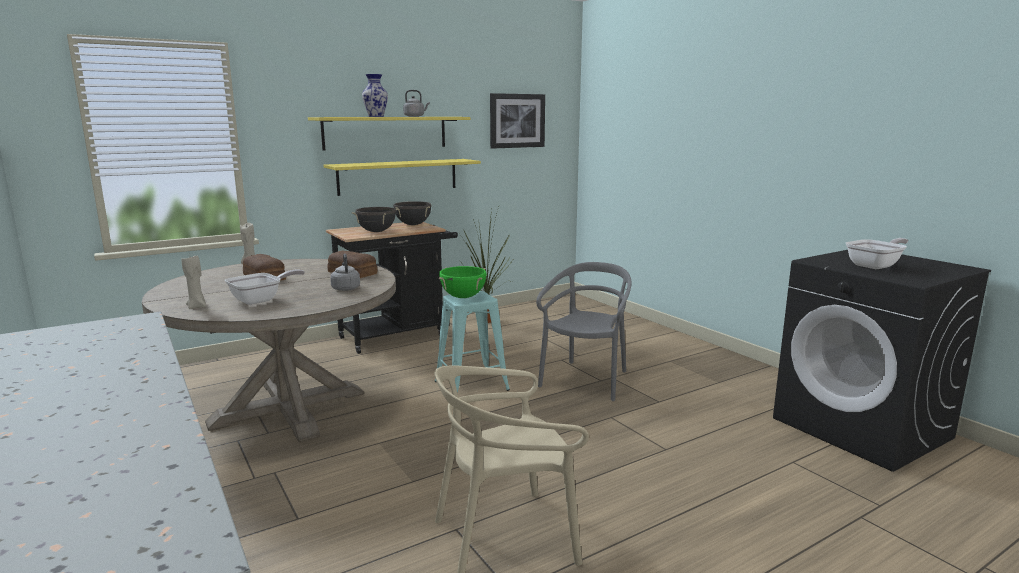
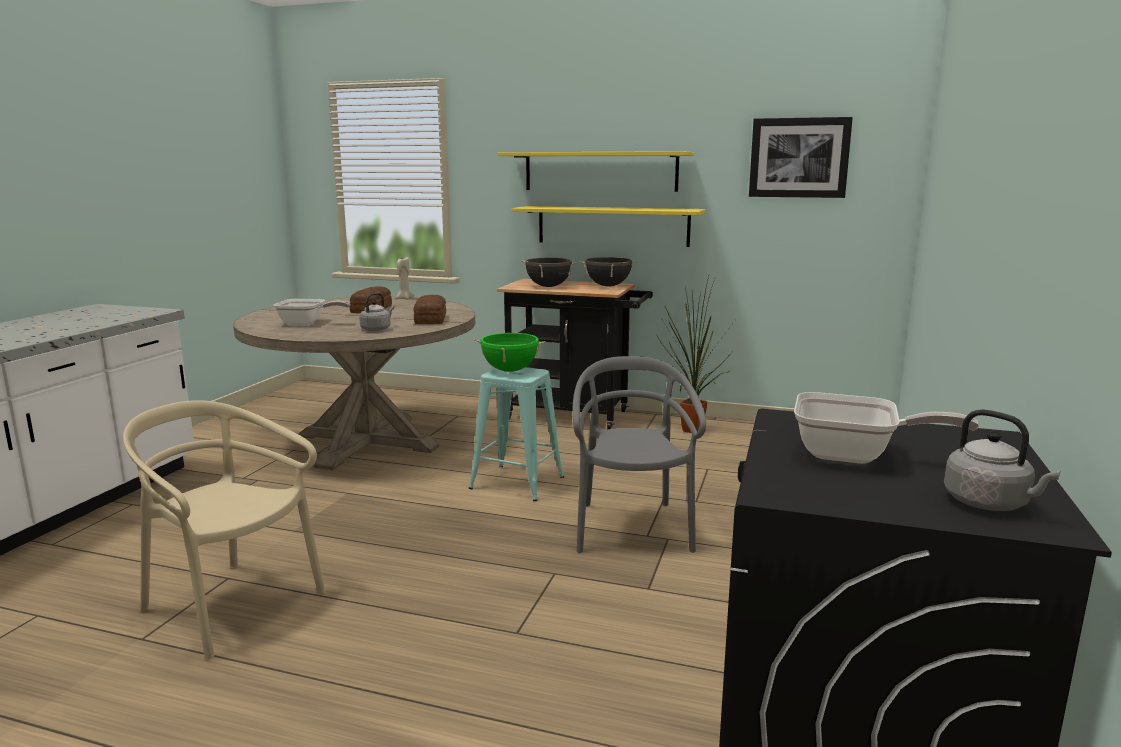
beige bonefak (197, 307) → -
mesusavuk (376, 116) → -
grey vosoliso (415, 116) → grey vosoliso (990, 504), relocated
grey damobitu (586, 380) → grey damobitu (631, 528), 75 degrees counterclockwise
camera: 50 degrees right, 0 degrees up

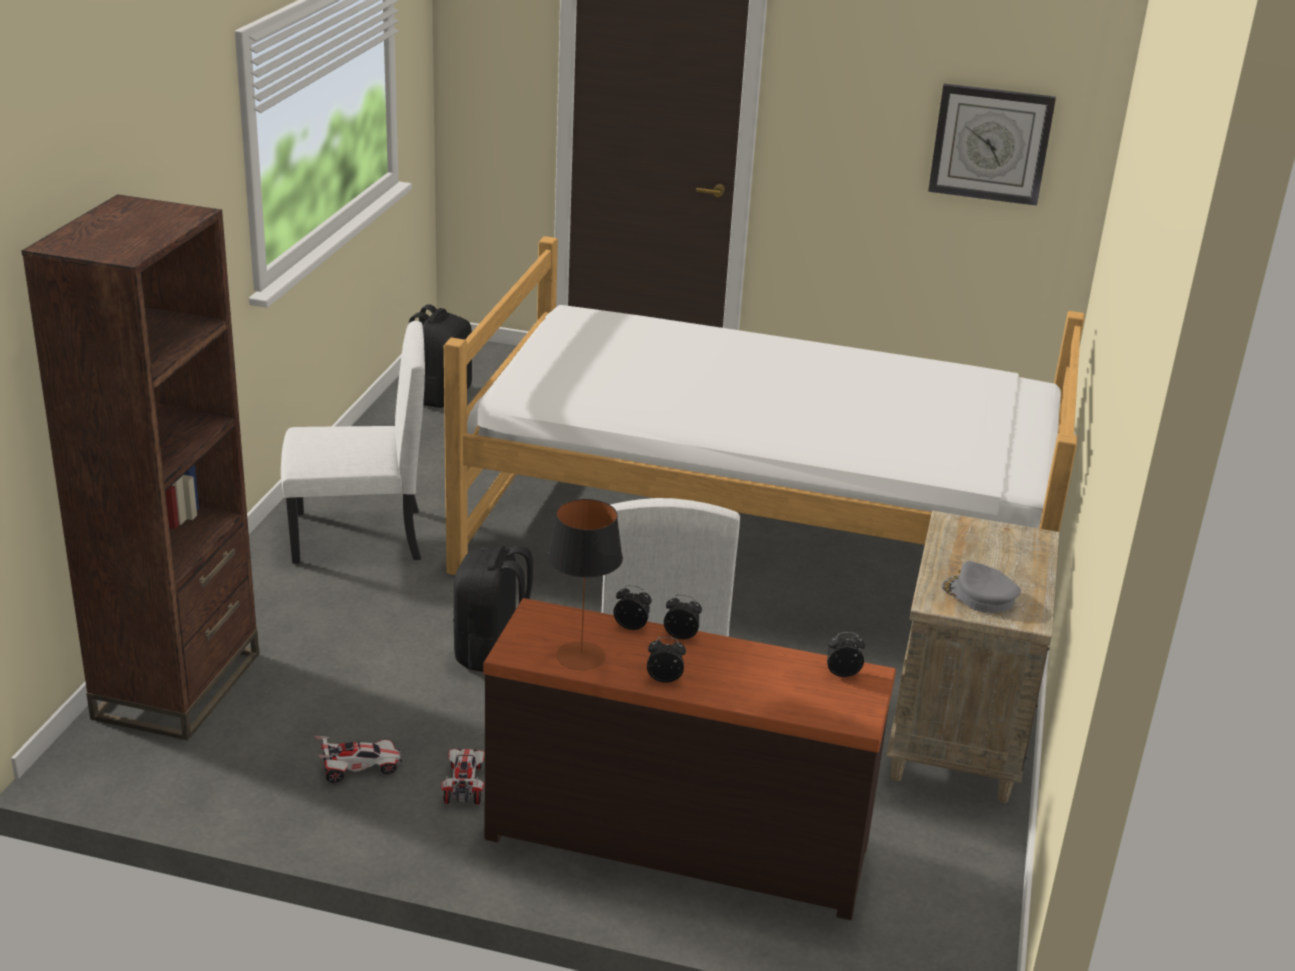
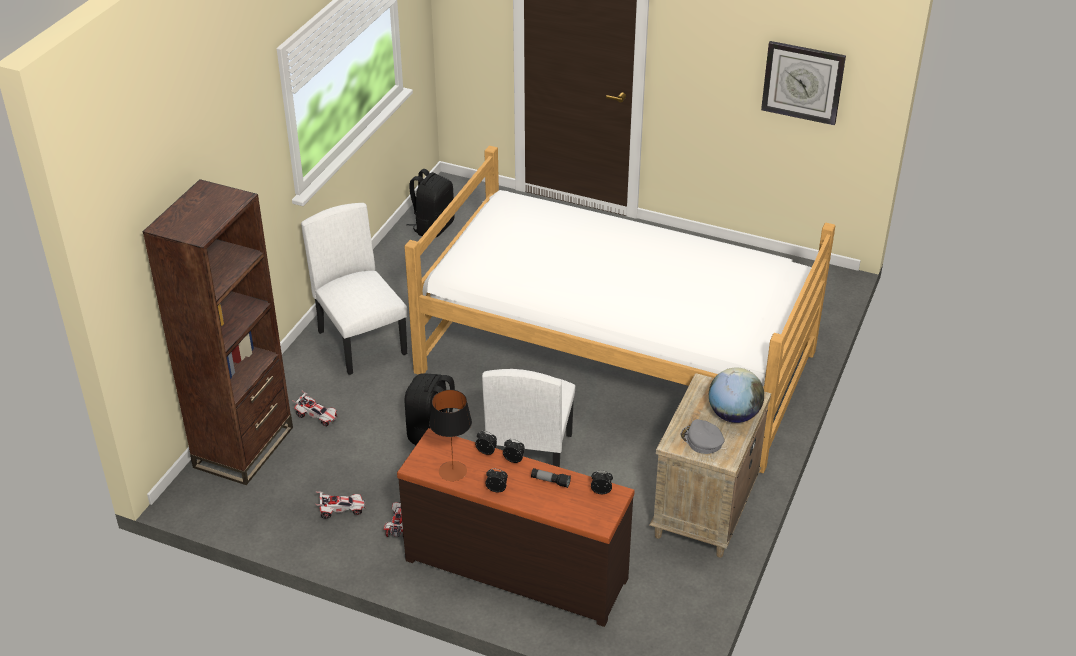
white damobitu (357, 536) → white damobitu (362, 342), 120 degrees counterclockwise
- → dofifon (317, 416)
- → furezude (550, 481)
- → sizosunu (733, 415)
camera: 10 degrees right, 10 degrees up

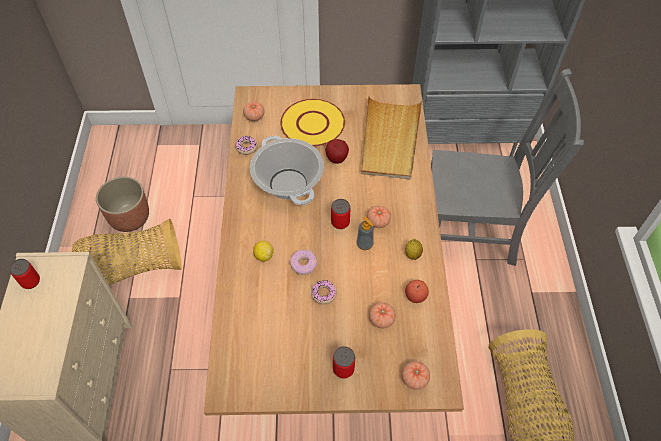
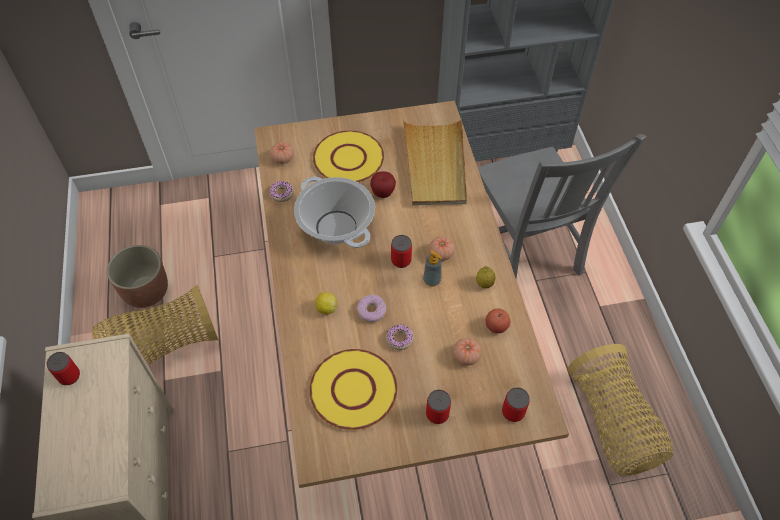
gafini (414, 379) → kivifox (513, 412)
grey damobitu (472, 231) → grey damobitu (526, 251), 75 degrees clockwise
- → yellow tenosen (352, 390)
camera: 10 degrees left, 0 degrees up

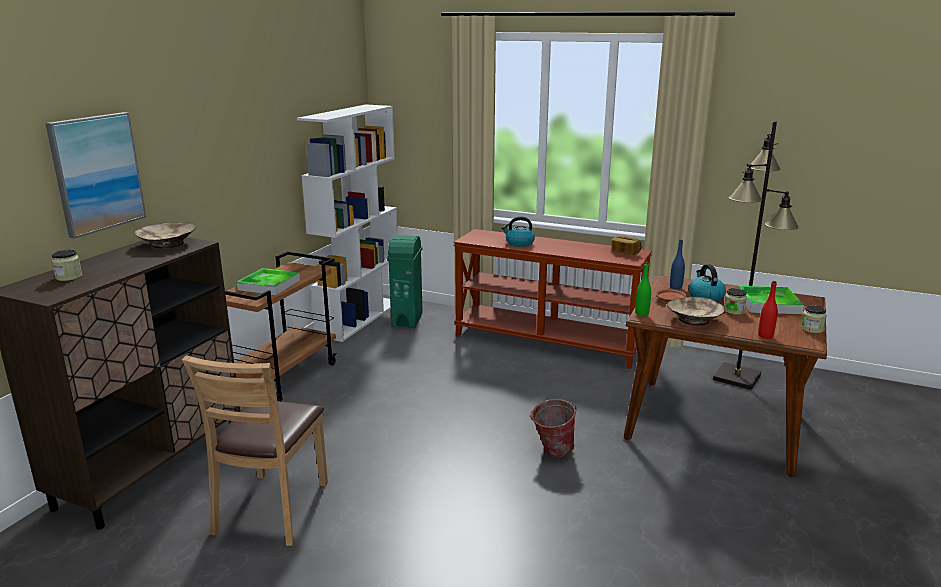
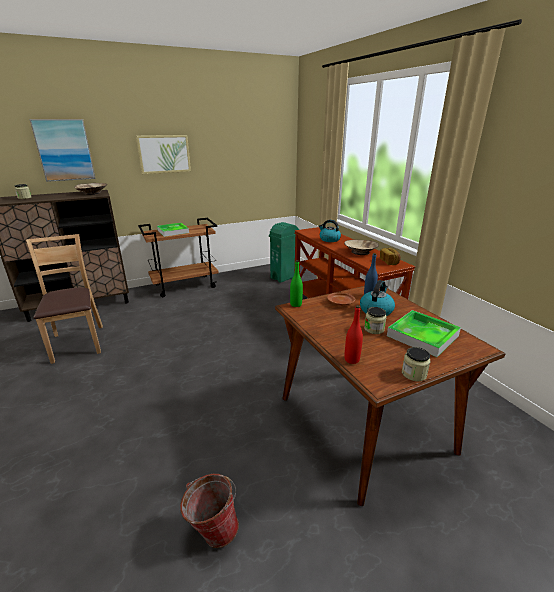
brown damobitu (272, 509) → brown damobitu (78, 343), 105 degrees clockwise
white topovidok (359, 318) → -
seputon (551, 451) → seputon (212, 529), relocated
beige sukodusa (694, 319) → beige sukodusa (360, 252), relocated
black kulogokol (737, 377) → -
- → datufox (164, 154)
camera: 40 degrees right, 5 degrees up

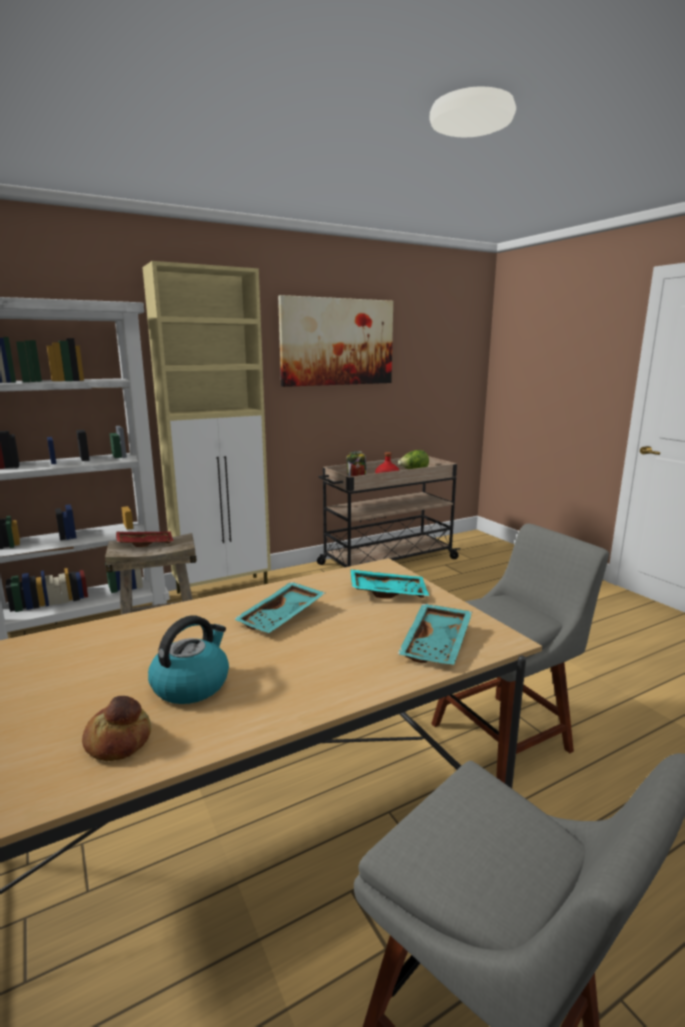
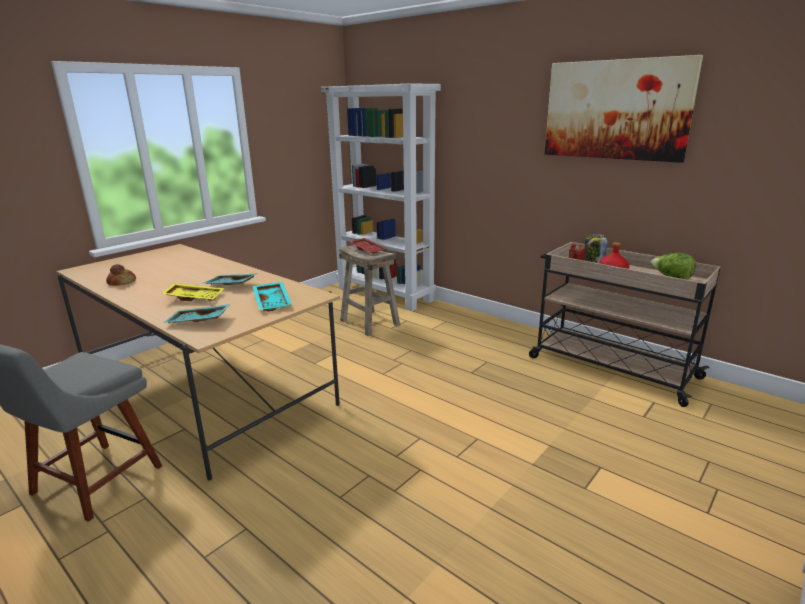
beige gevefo (224, 590) → -
vosoliso (191, 684) → -
grey damobitu (505, 734) → -
- → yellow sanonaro (195, 298)
camera: 70 degrees right, 5 degrees up

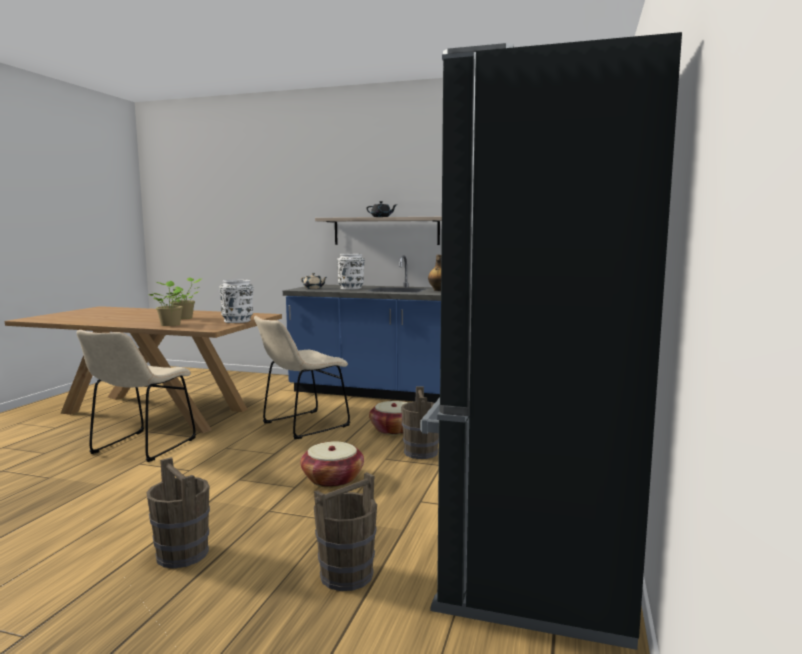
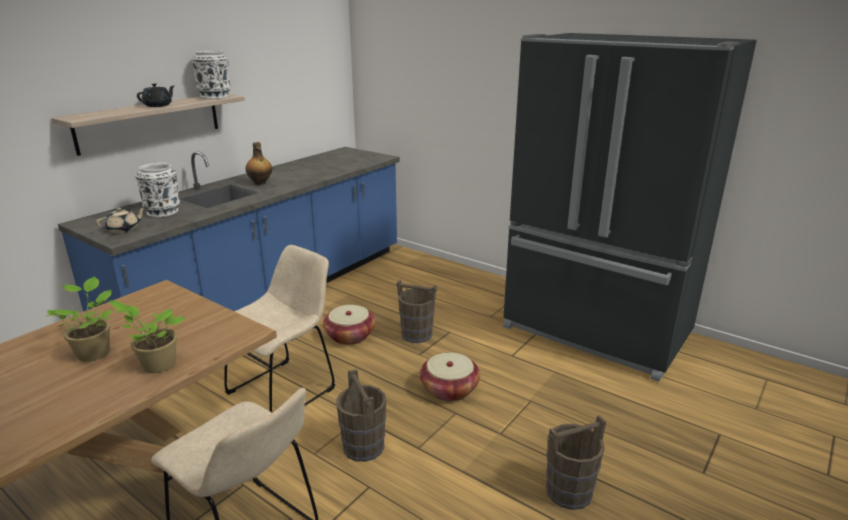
white mesusavuk (238, 321) → white mesusavuk (215, 96), relocated
beige damobitu (302, 426) → beige damobitu (286, 388), 120 degrees counterclockwise
brown seputon (346, 575) → brown seputon (363, 447), relocated
camera: 70 degrees left, 15 degrees up

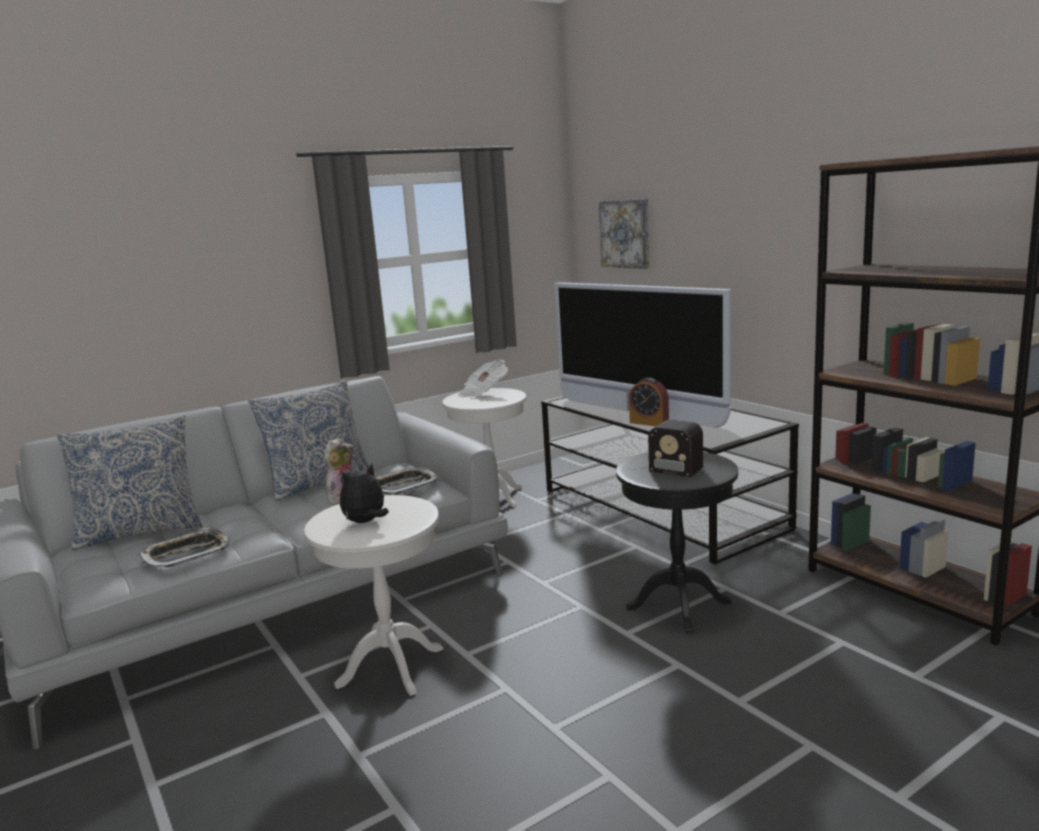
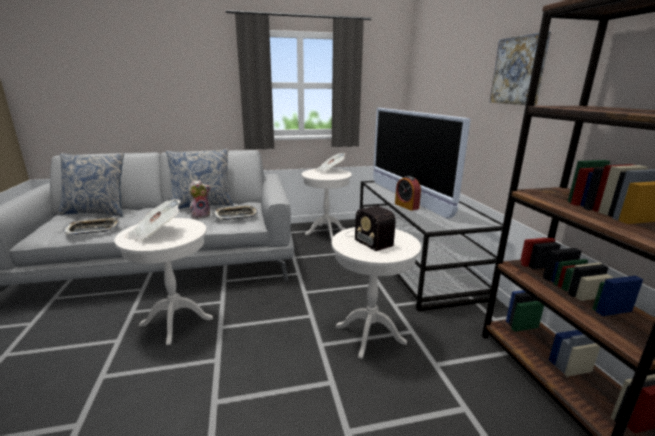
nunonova (366, 522) → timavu (155, 233)
datufox (625, 233) → datufox (519, 71), relocated
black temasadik (678, 605) → white temasadik (370, 334)
camera: 20 degrees right, 5 degrees up

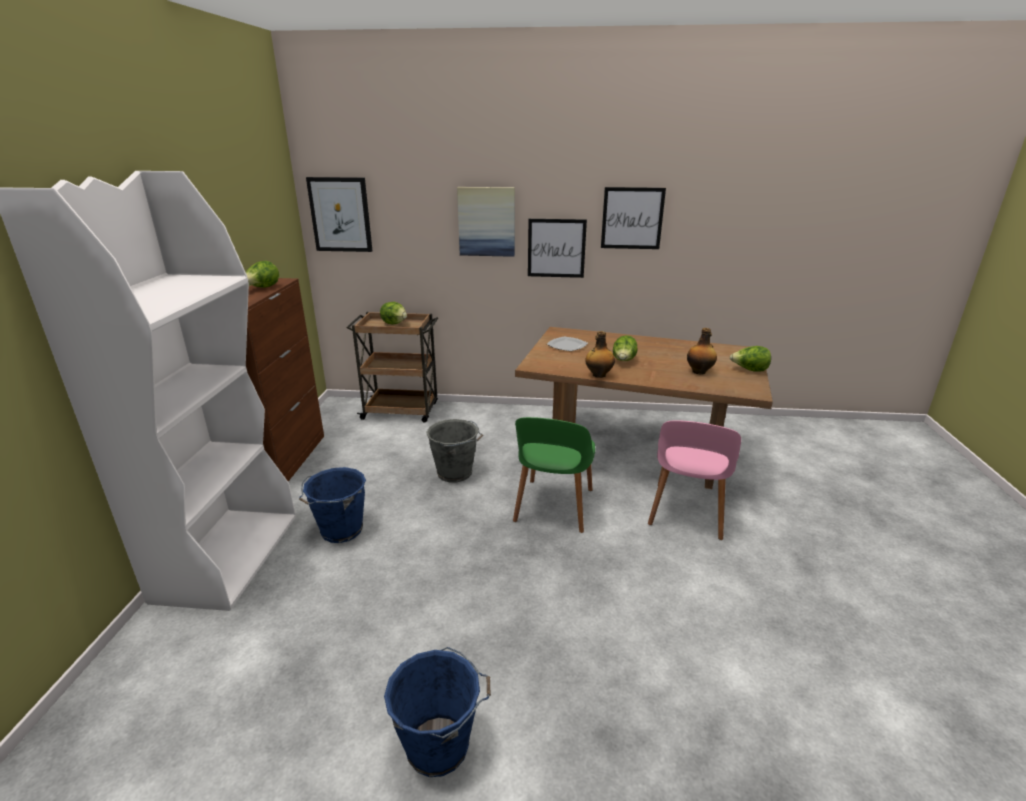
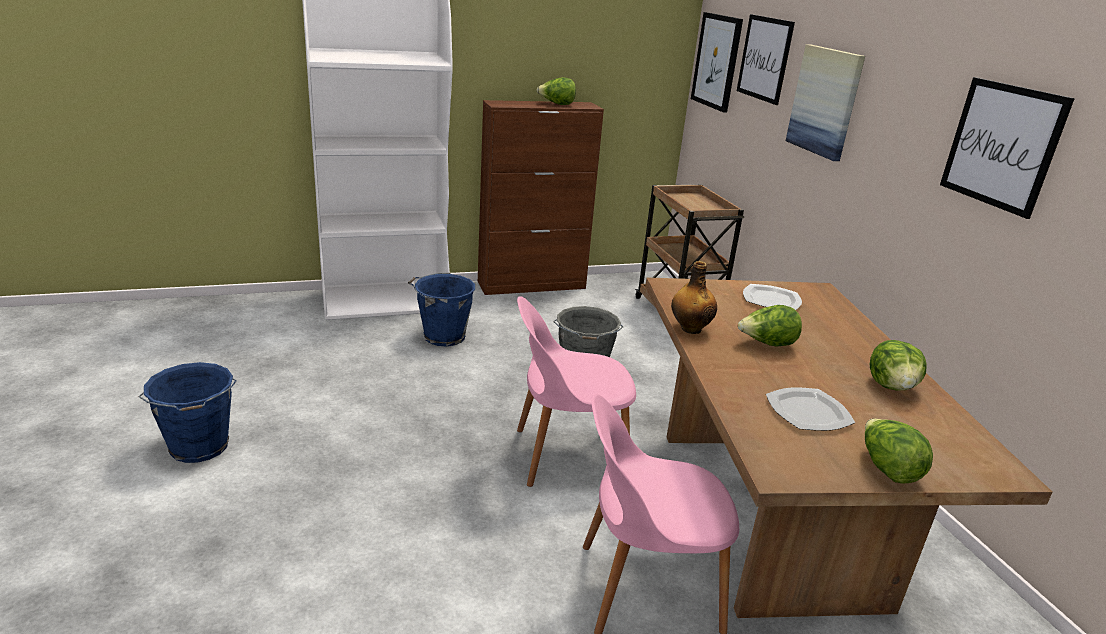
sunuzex (394, 323) → sunuzex (892, 386), relocated
green damobitu (553, 507) → pink damobitu (567, 455)
datufox (556, 248) → datufox (764, 58), relocated
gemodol (699, 372) → tenosen (808, 412)
camera: 65 degrees right, 0 degrees up

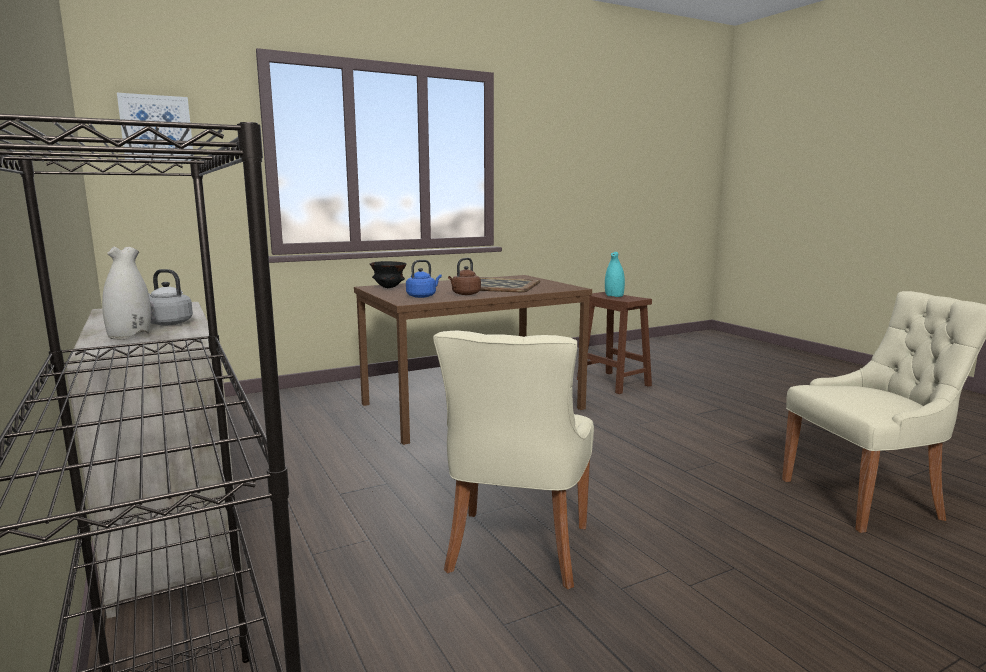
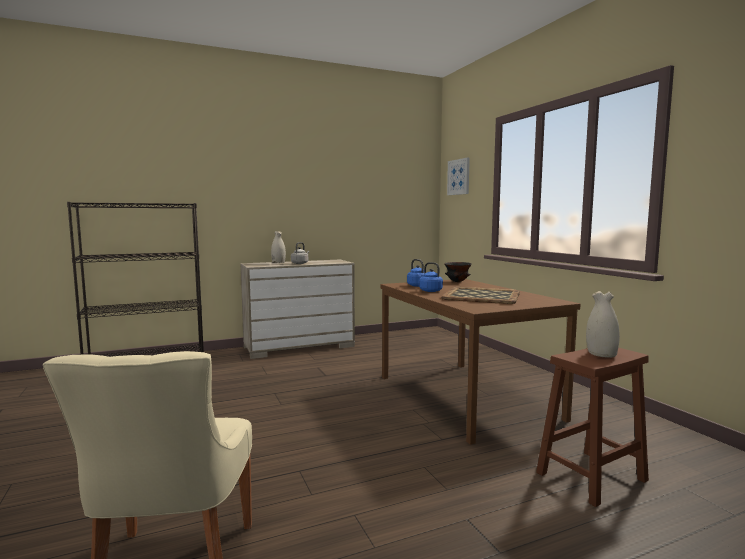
beige damobitu (516, 551) → -
brown vosoliso (465, 294) → blue vosoliso (429, 291)
turquoise mesusavuk (614, 296) → white mesusavuk (601, 354)
camera: 95 degrees right, 5 degrees down

